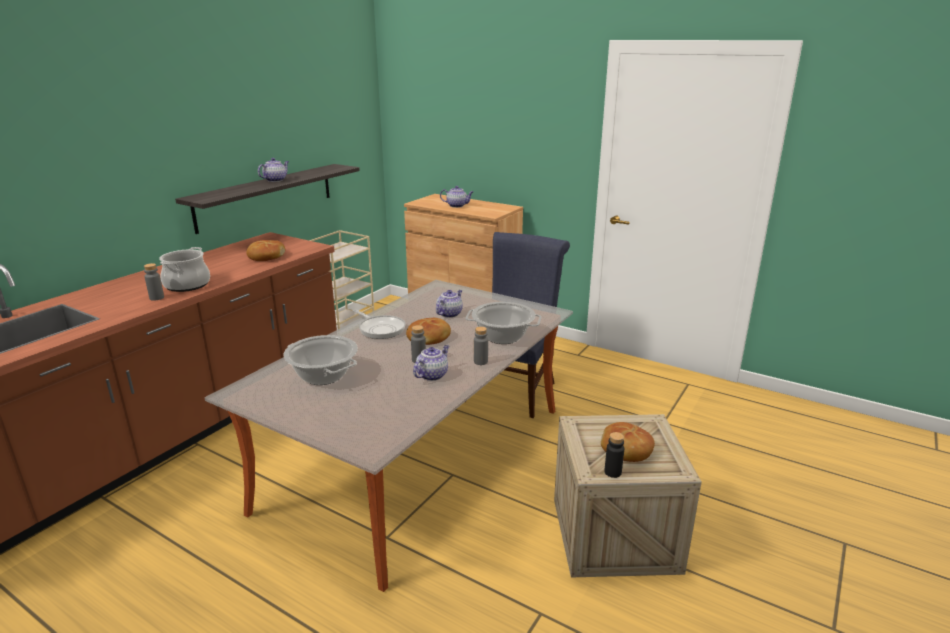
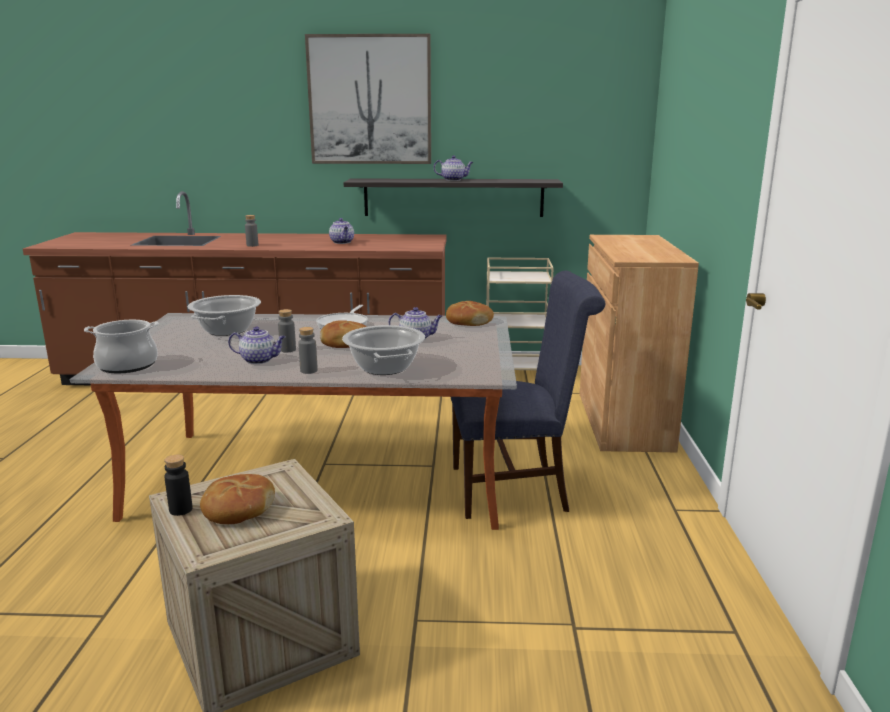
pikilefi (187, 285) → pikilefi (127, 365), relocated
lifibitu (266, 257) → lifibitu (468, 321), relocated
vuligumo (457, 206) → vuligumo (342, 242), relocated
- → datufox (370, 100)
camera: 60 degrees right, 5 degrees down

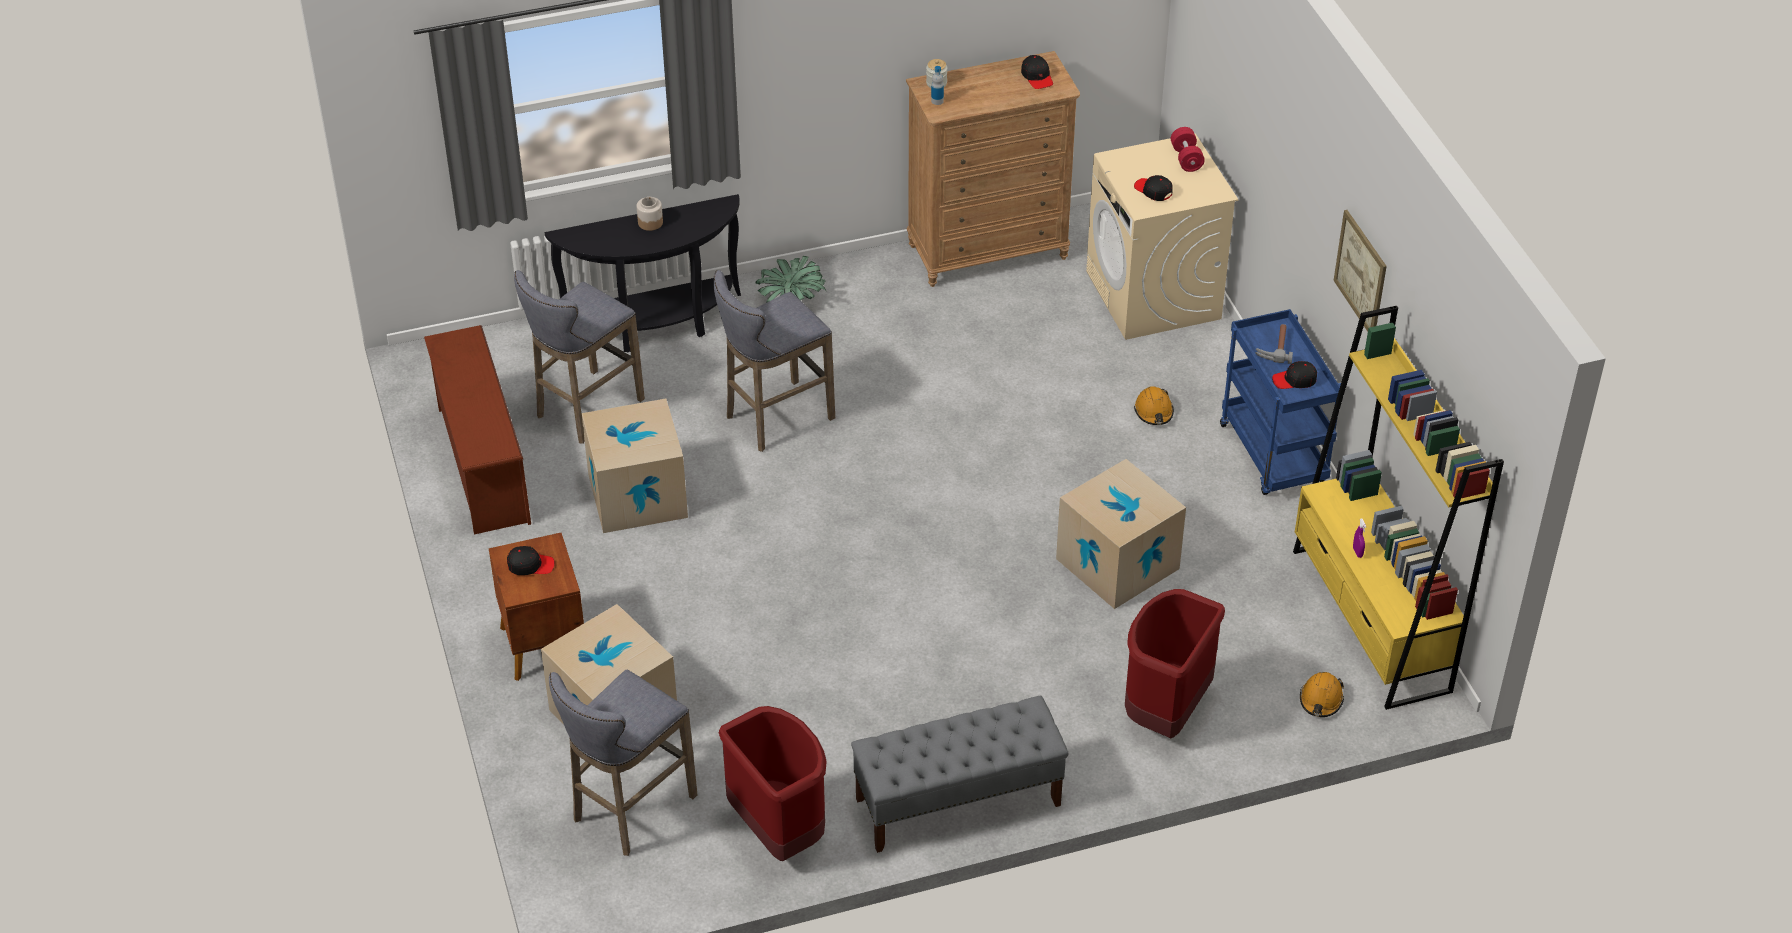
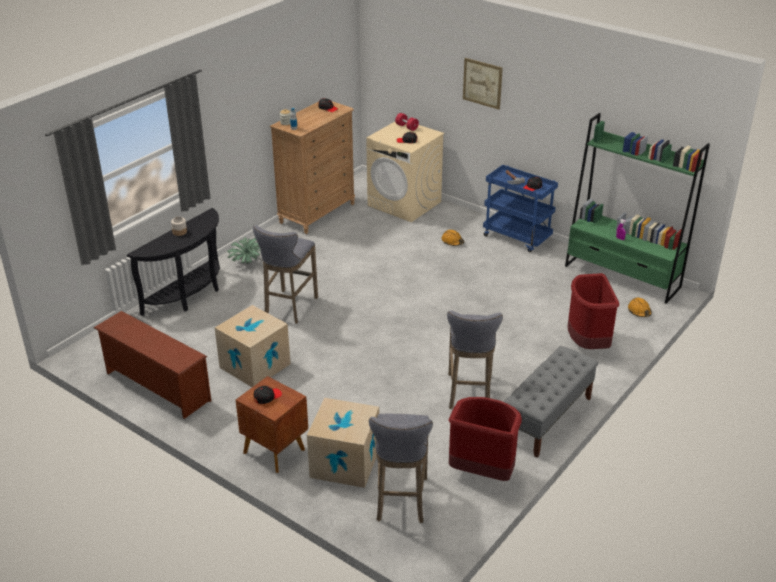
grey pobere (585, 410) → grey pobere (469, 394), relocated
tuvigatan (1117, 564) → -
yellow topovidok (1370, 621) → green topovidok (622, 277)
datufox (1361, 273) → datufox (482, 83), relocated
camera: 35 degrees left, 10 degrees down

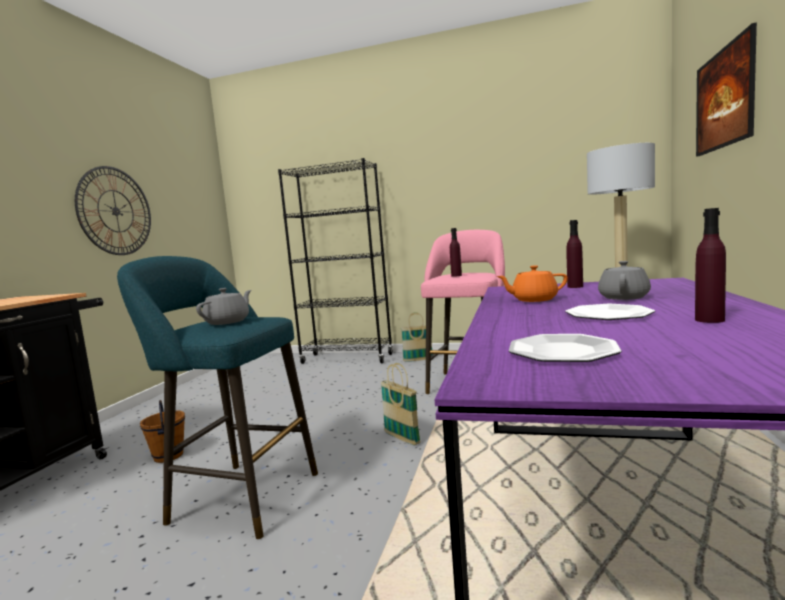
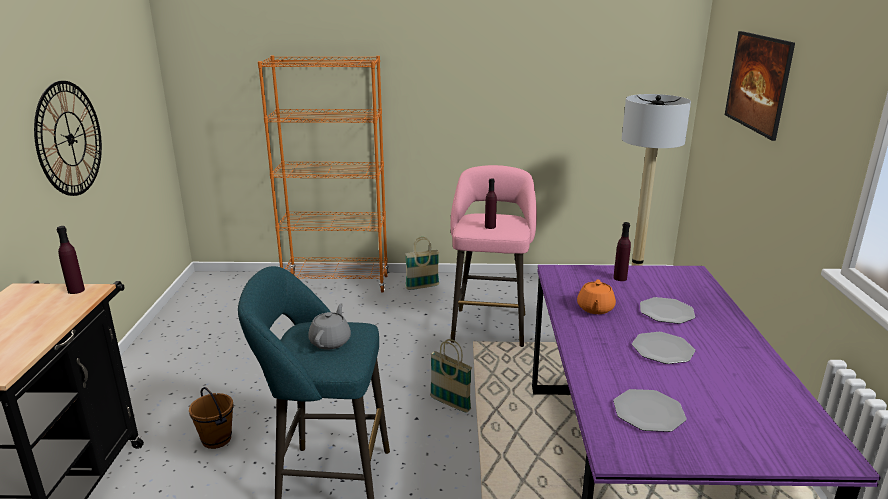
black topovidok (347, 359) → orange topovidok (337, 283)
orange vuligumo (533, 300) → orange vuligumo (595, 309), 60 degrees counterclockwise
grey vuligumo (624, 297) → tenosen (666, 312)
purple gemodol (709, 320) → purple gemodol (76, 290), relocated
camera: 15 degrees left, 15 degrees up

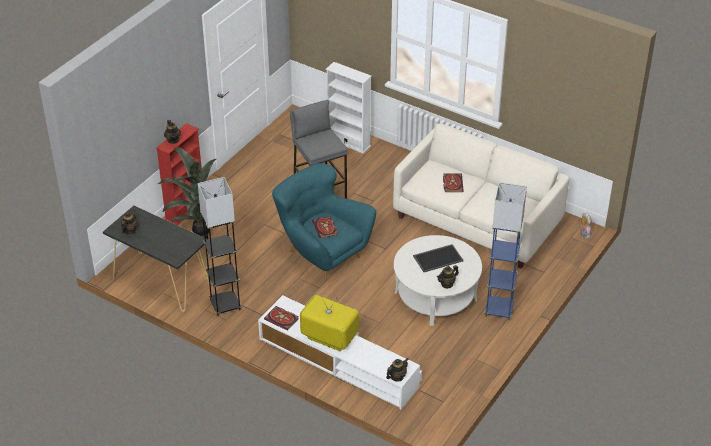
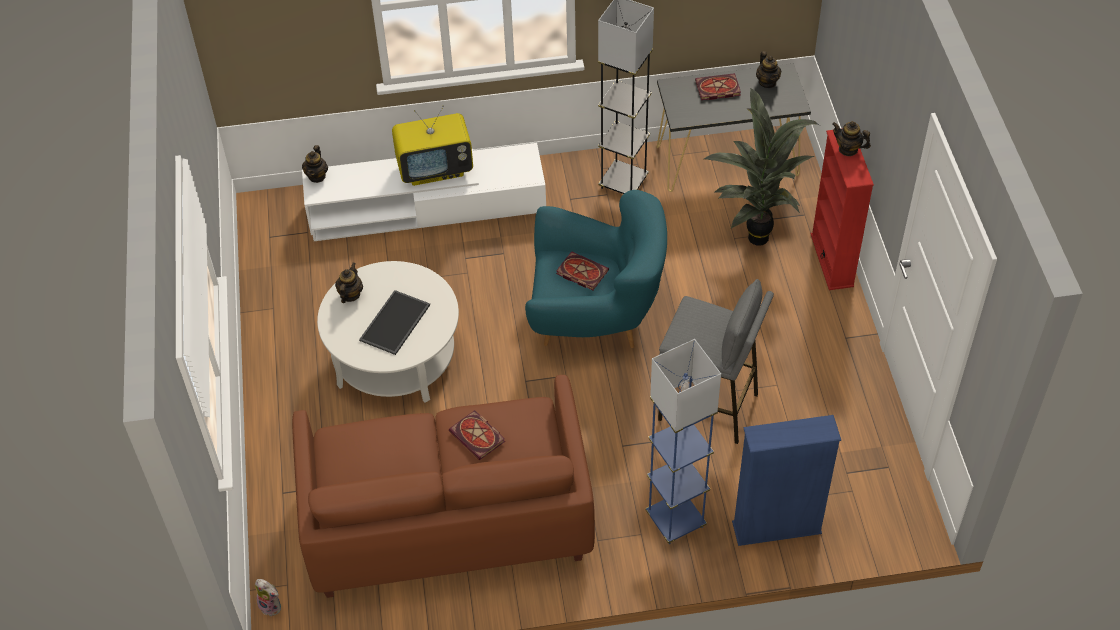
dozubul (282, 319) → dozubul (717, 89), relocated
white topovidok (348, 142) → blue topovidok (776, 528)
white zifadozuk (478, 220) → brown zifadozuk (446, 517)
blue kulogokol (499, 310) → blue kulogokol (675, 520), relocated
camera: 140 degrees right, 10 degrees up

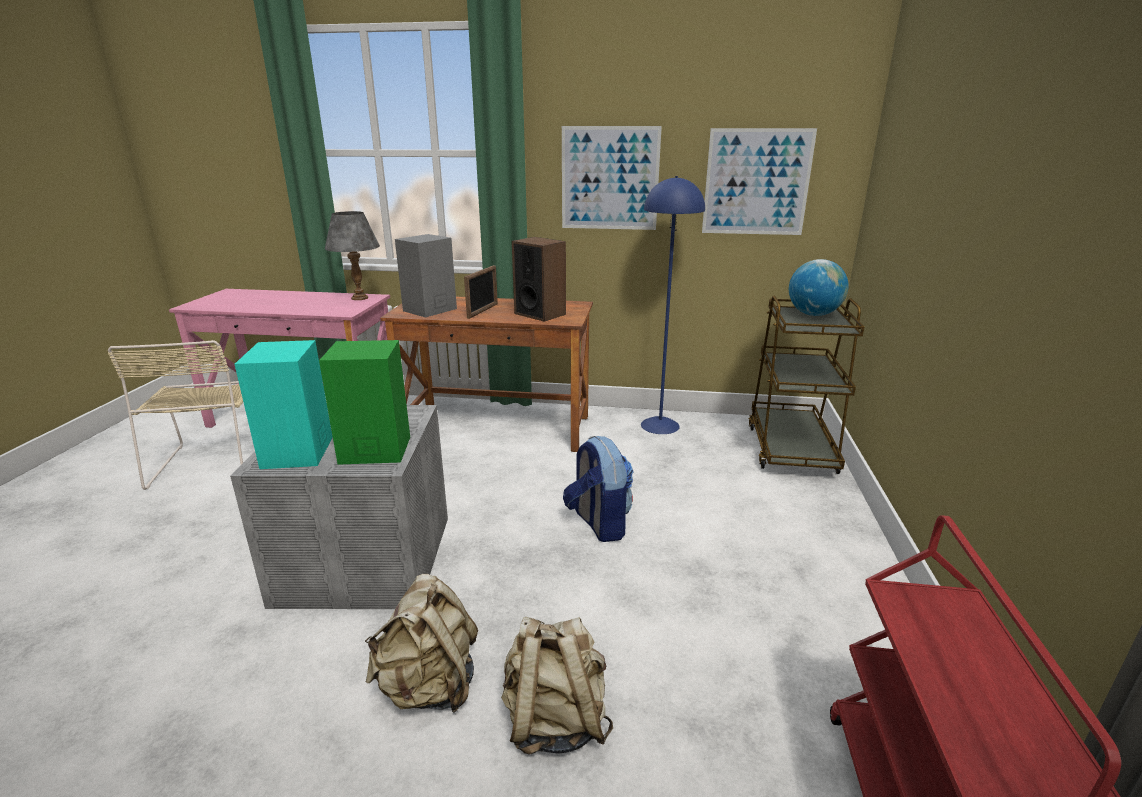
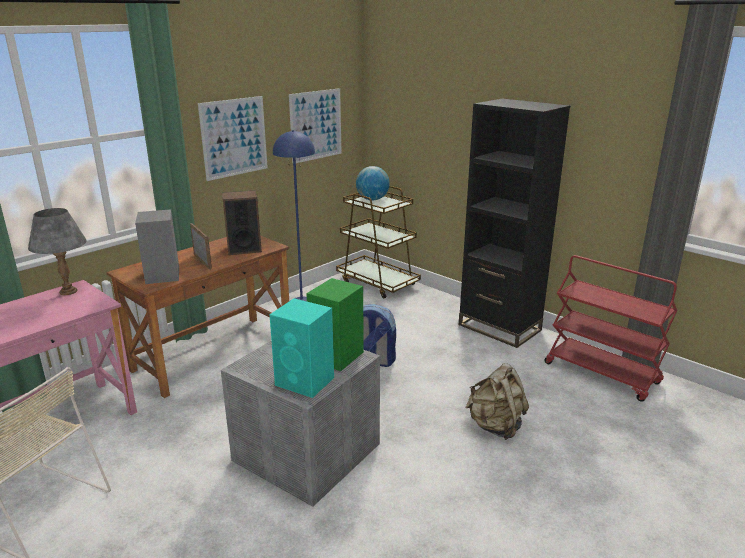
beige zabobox (429, 686) → -
- → black topovidok (499, 327)
camera: 55 degrees left, 0 degrees up

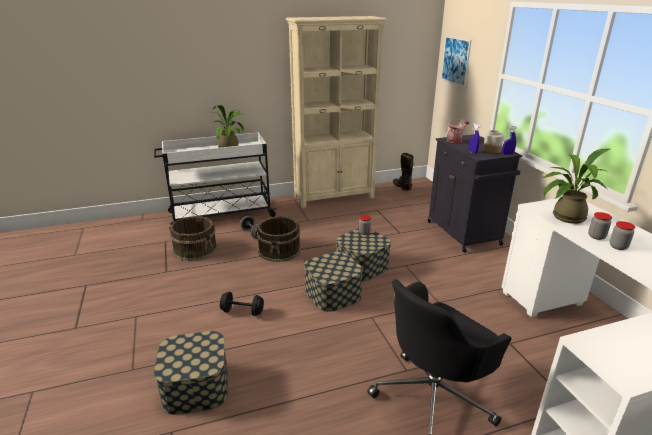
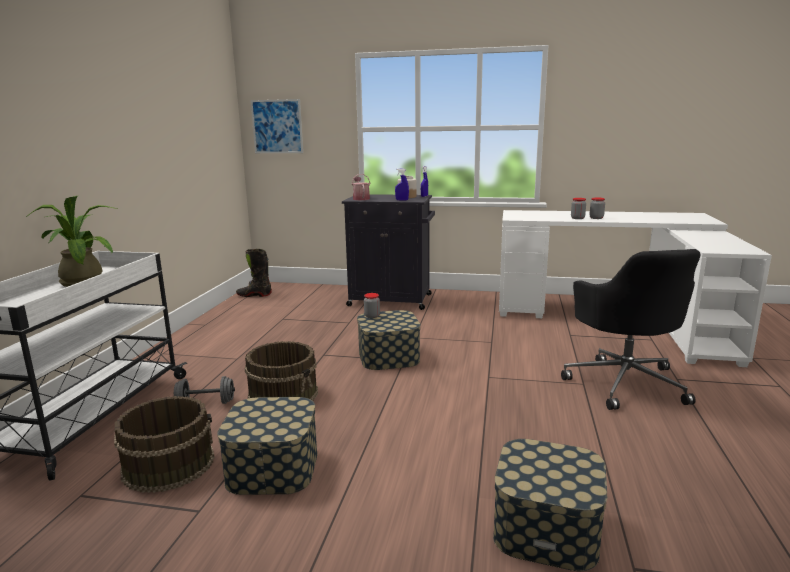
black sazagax (242, 312) → -
beige topovidok (334, 197) → -
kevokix (333, 293) → kevokix (272, 467), relocated
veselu (564, 217) → -
camera: 60 degrees left, 10 degrees down

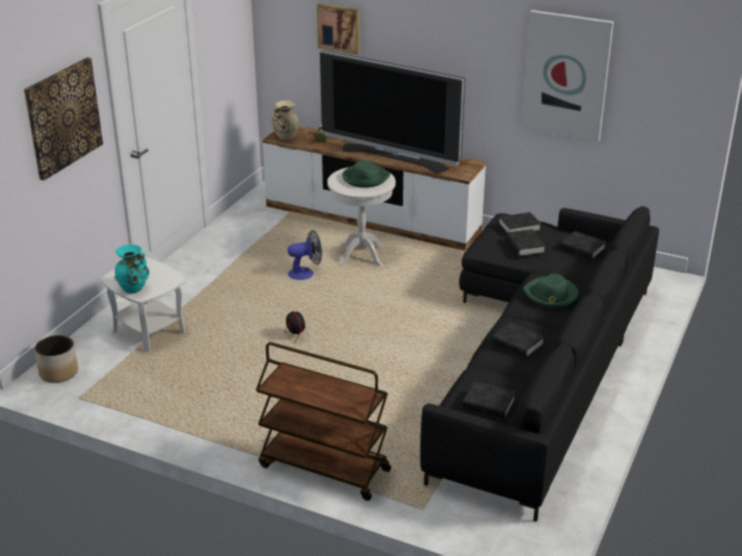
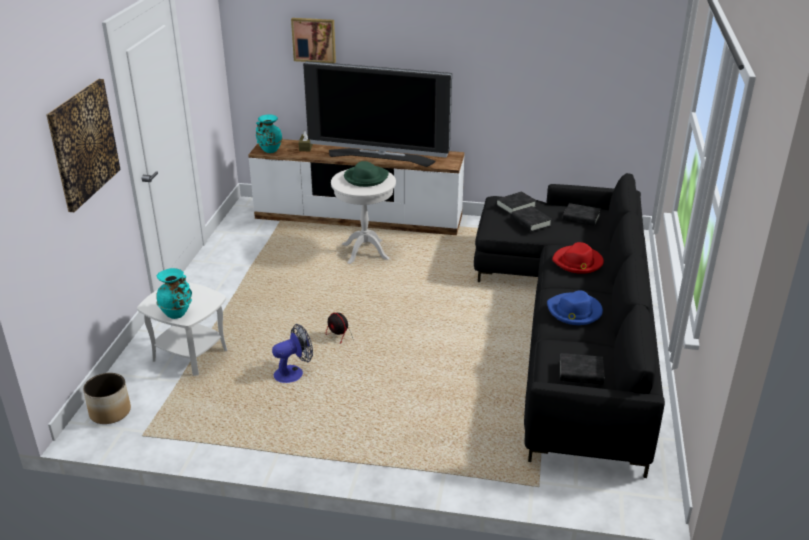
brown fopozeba (323, 468) → -
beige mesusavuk (285, 138) → turquoise mesusavuk (269, 151)
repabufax (305, 273) → repabufax (293, 372), relocated
black dozubul (517, 344) → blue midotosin (574, 311)
datufox (566, 75) → -
green midotosin (551, 295) → red midotosin (578, 262)
camera: 15 degrees left, 0 degrees up

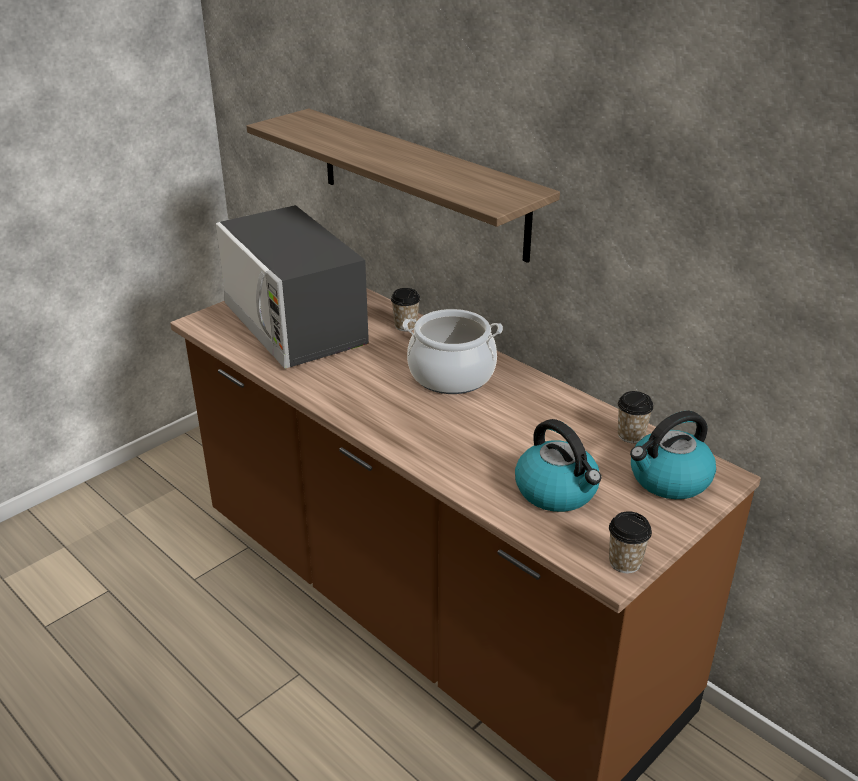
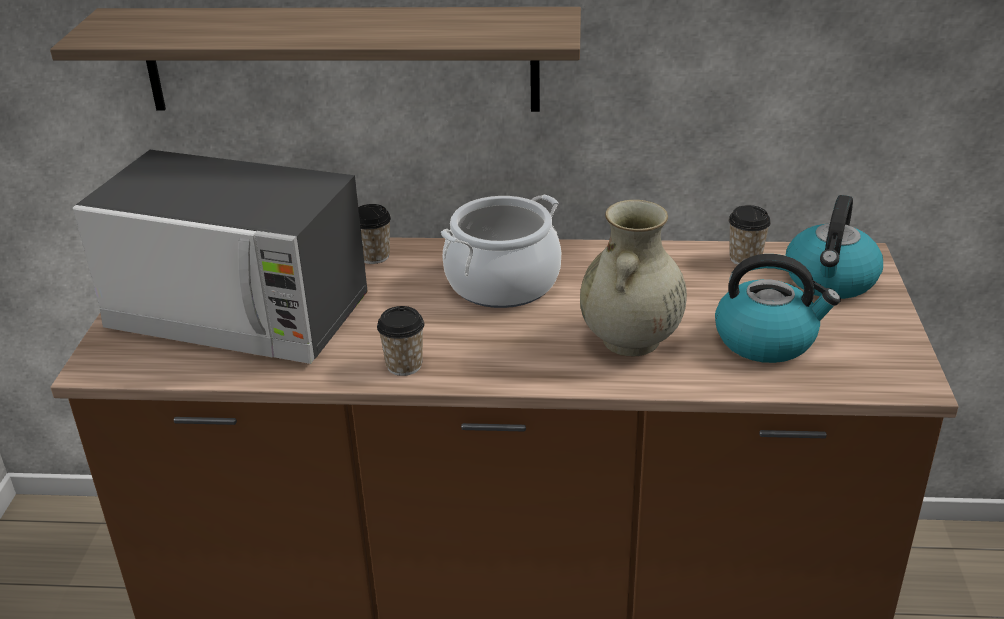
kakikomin (625, 562) → kakikomin (404, 365), relocated
- → beige mesusavuk (630, 341)
camera: 40 degrees left, 0 degrees up

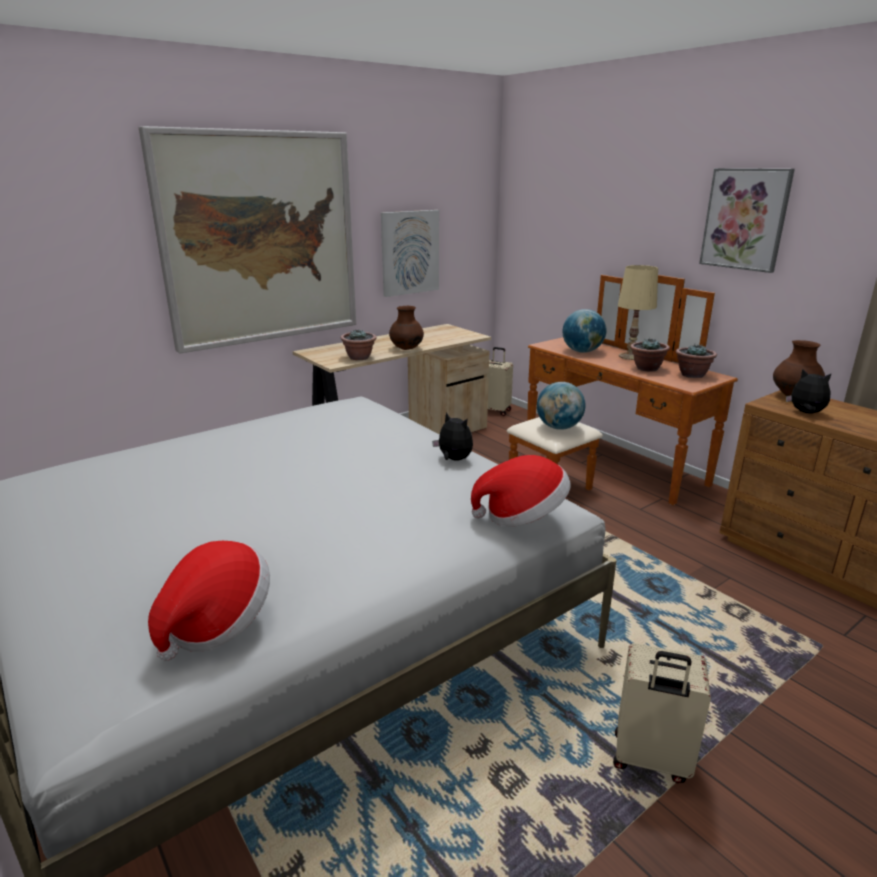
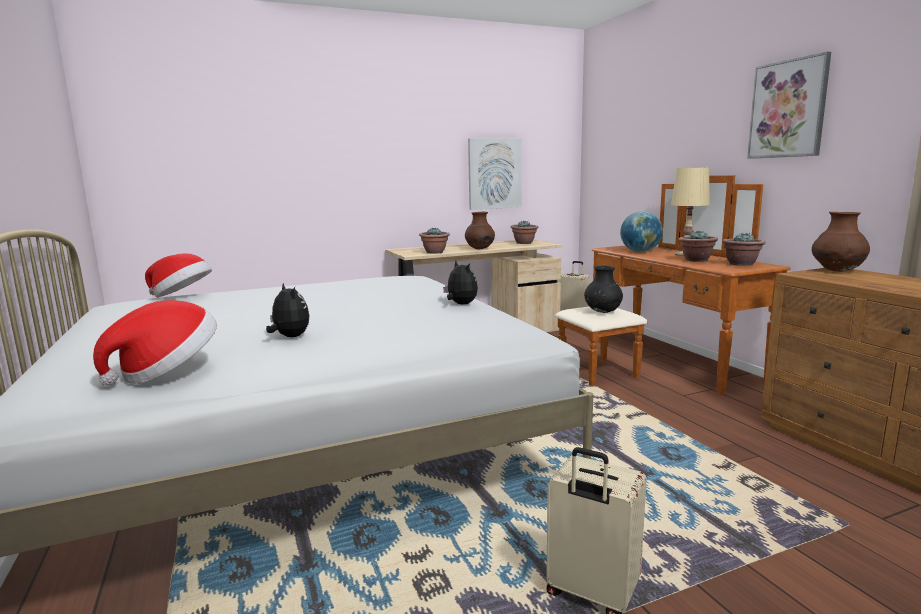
datufox (260, 239) → -
midotosin (522, 516) → midotosin (182, 296), relocated
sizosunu (559, 427) → black mesusavuk (602, 312)
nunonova (806, 413) → nunonova (289, 337), relocated
- → veselu (524, 243)
camera: 15 degrees right, 10 degrees down

